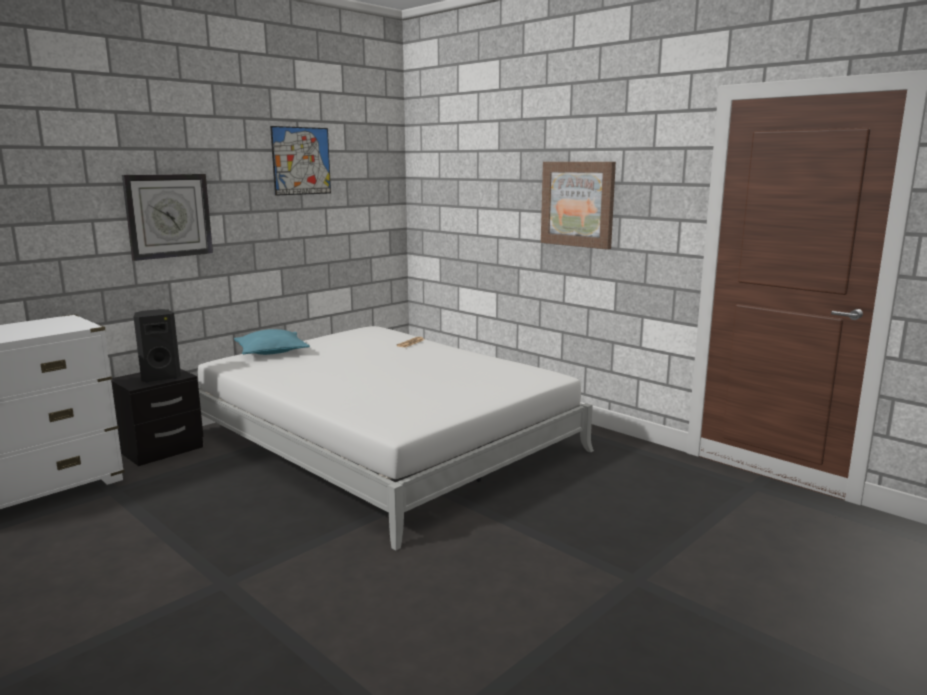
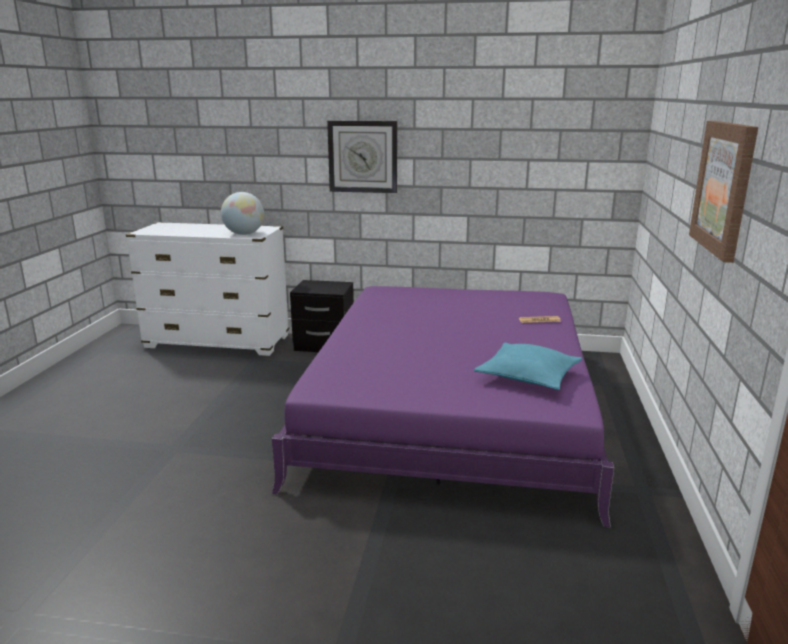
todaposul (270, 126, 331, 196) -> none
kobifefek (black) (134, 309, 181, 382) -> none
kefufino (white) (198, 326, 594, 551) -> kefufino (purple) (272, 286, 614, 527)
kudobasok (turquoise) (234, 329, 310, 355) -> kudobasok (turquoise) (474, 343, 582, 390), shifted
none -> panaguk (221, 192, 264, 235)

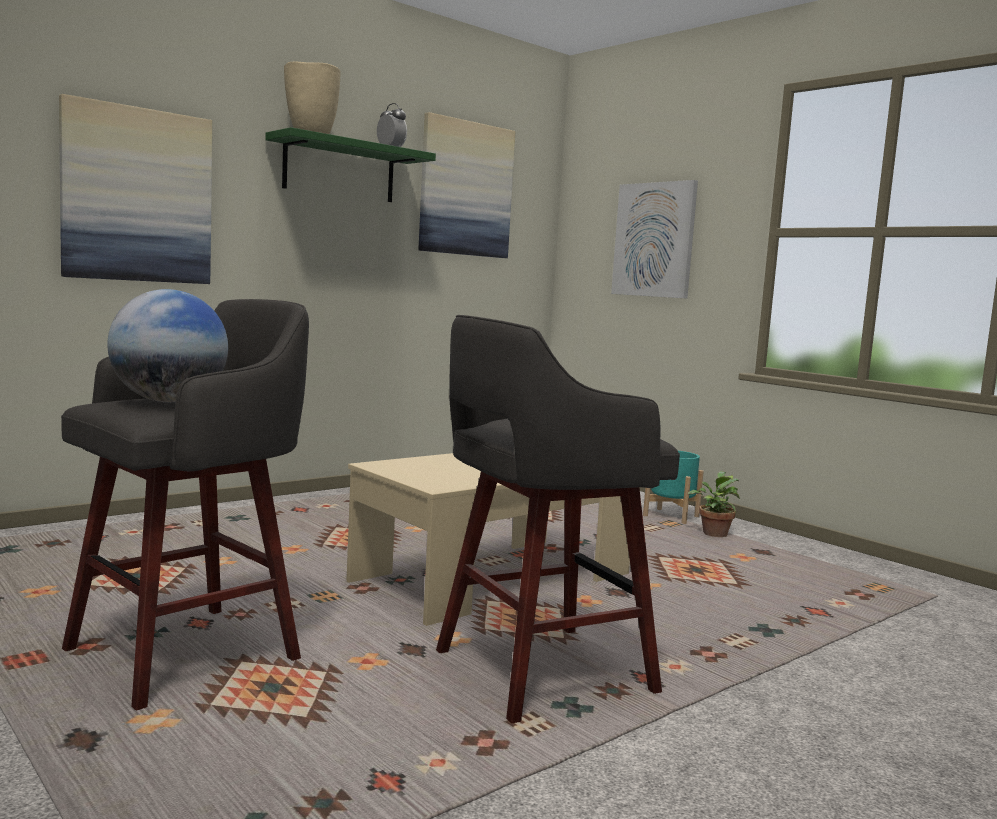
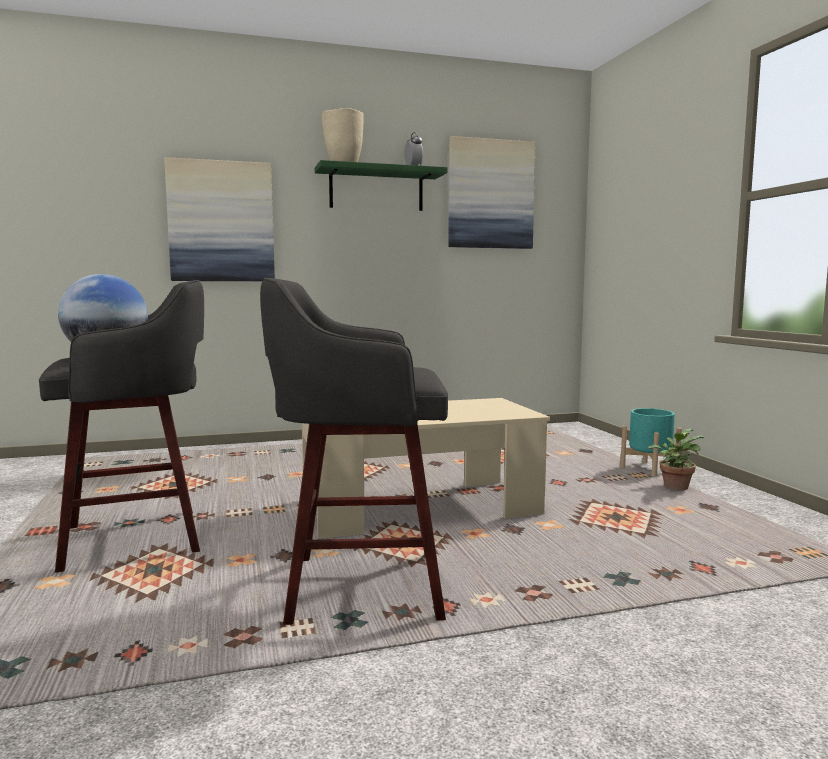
todaposul (611, 180, 698, 299) -> none

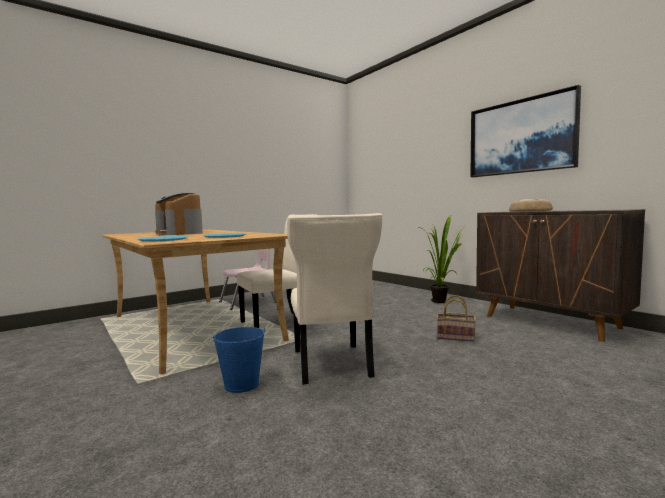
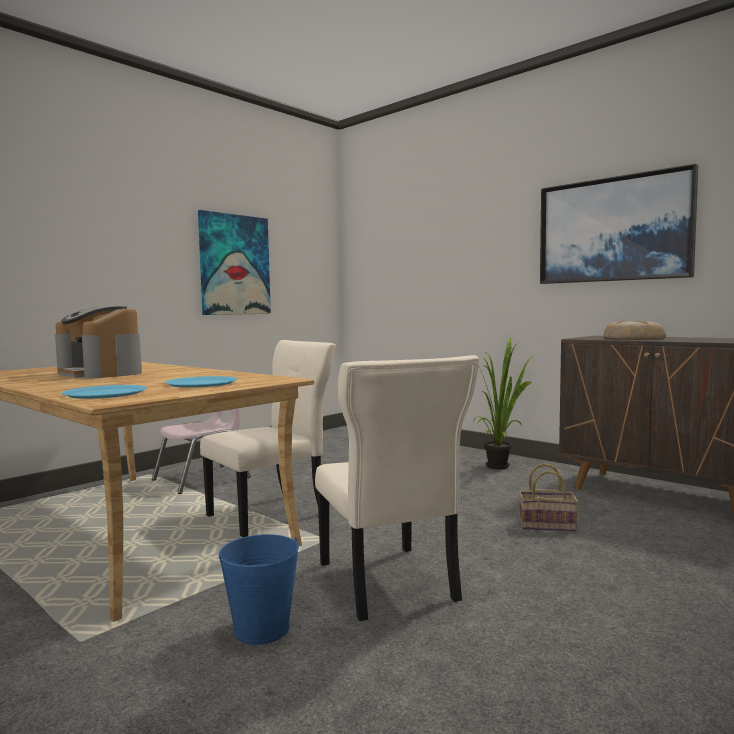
none -> todaposul (198, 210, 271, 315)

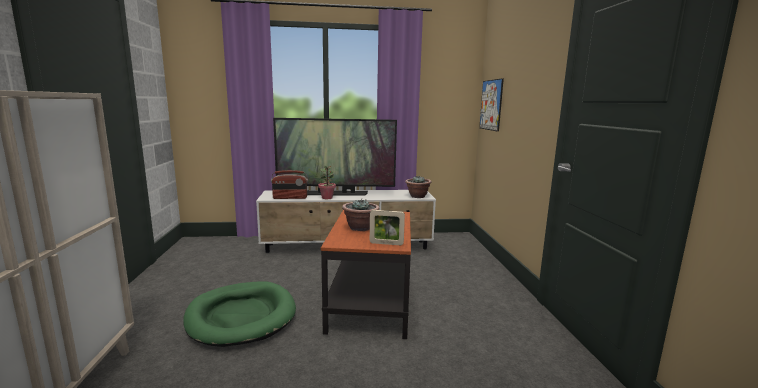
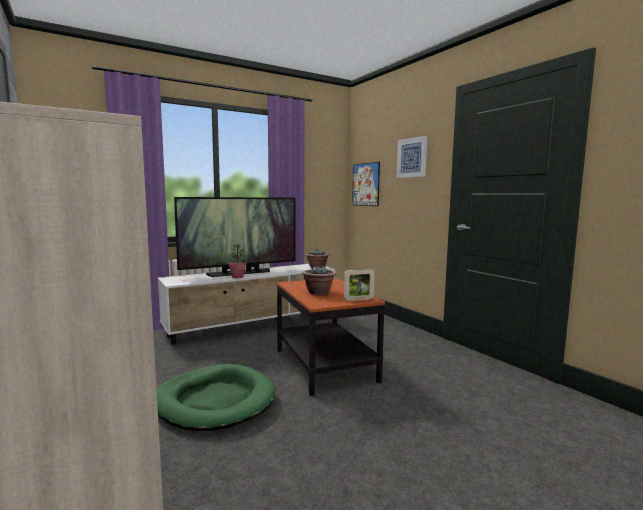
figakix (271, 170, 308, 199) -> none
none -> todaposul (397, 136, 427, 178)

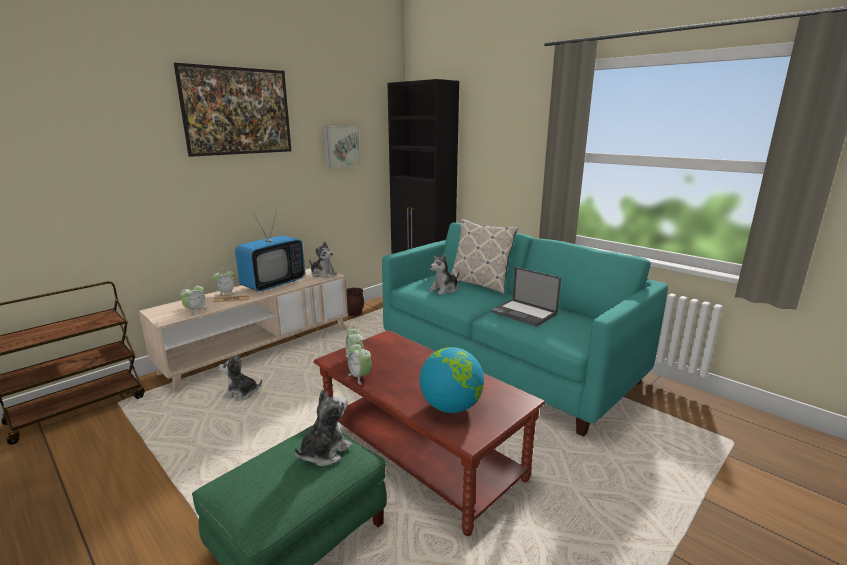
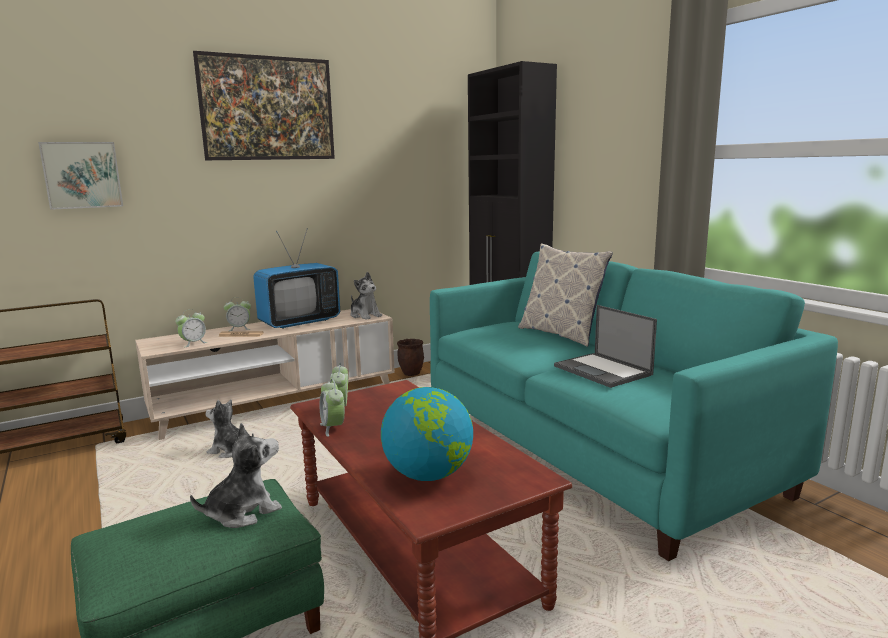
todaposul (323, 126, 361, 168) -> todaposul (38, 142, 123, 210), shifted
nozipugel (429, 253, 459, 295) -> none

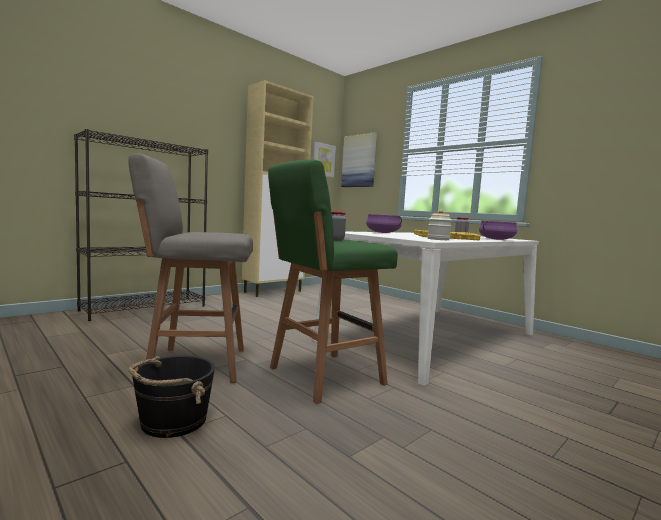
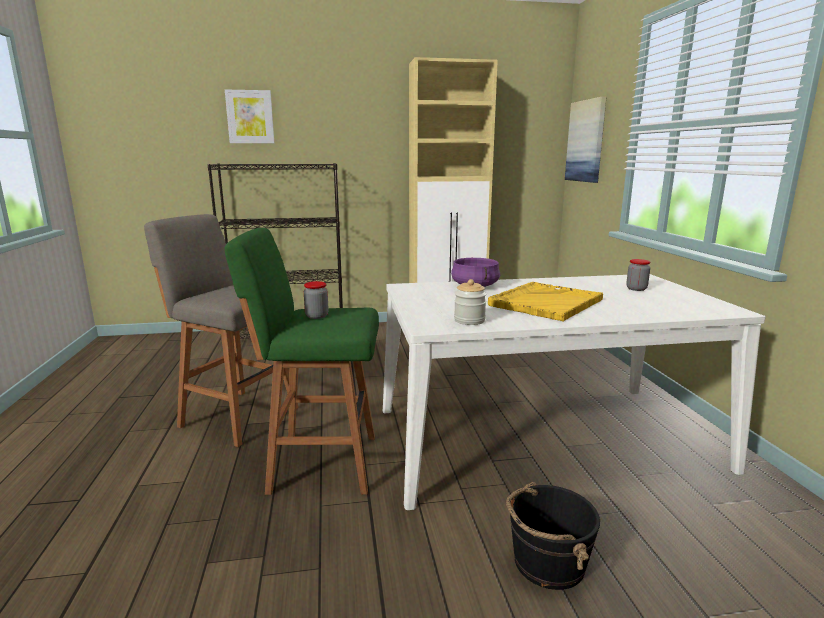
todaposul (313, 142, 336, 178) -> todaposul (225, 90, 274, 143), shifted
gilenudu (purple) (479, 221, 517, 240) -> none
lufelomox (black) (128, 355, 215, 438) -> lufelomox (black) (506, 482, 600, 590), shifted

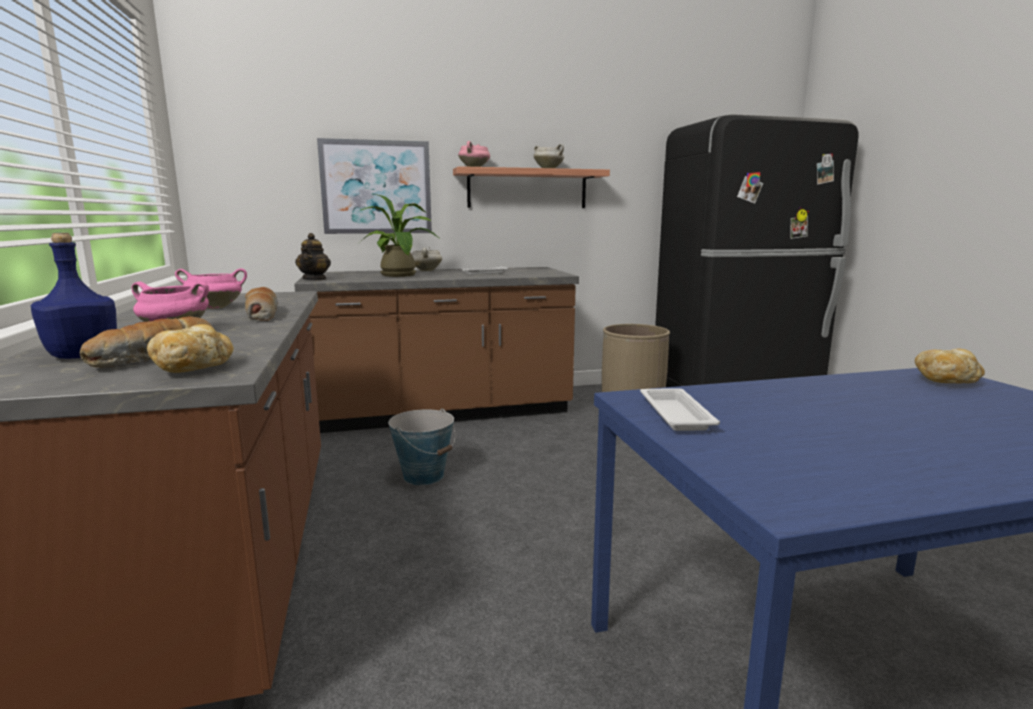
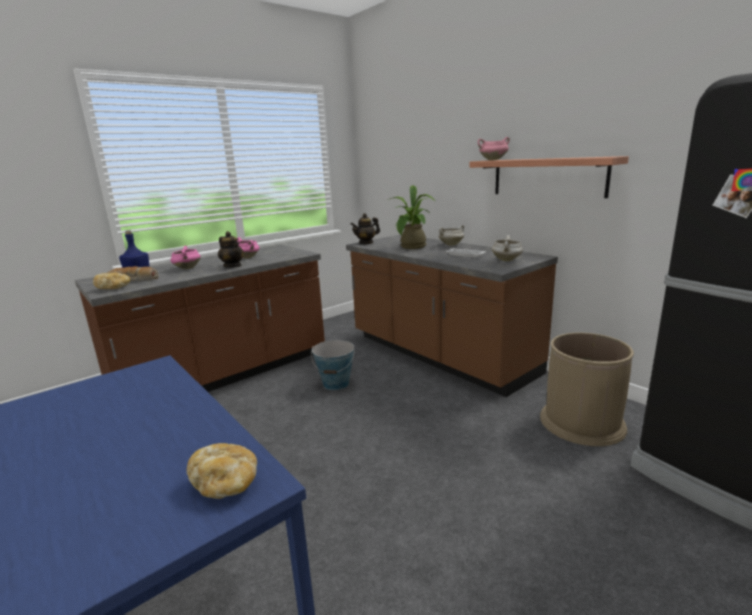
todaposul (317, 138, 432, 234) -> none
gilenudu (white) (534, 144, 564, 168) -> gilenudu (white) (492, 235, 523, 261), shifted
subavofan (245, 287, 278, 321) -> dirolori (218, 231, 244, 268)
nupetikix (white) (640, 388, 720, 431) -> none

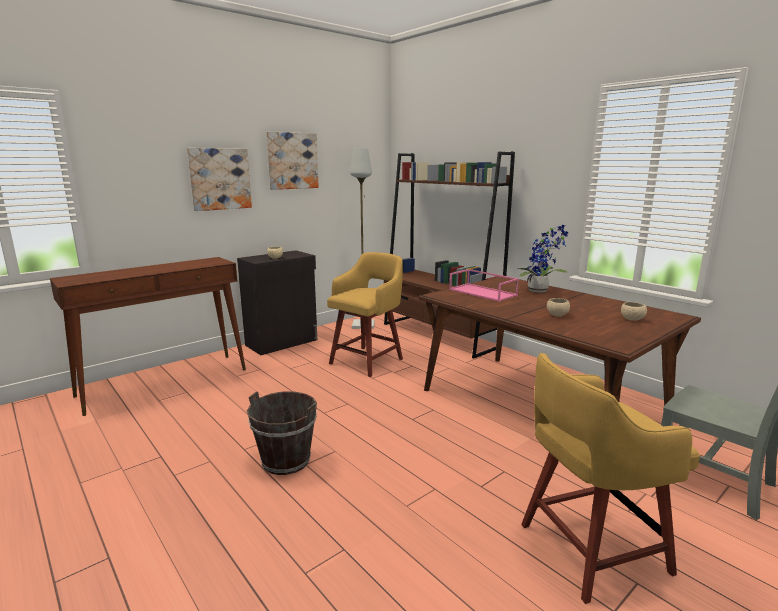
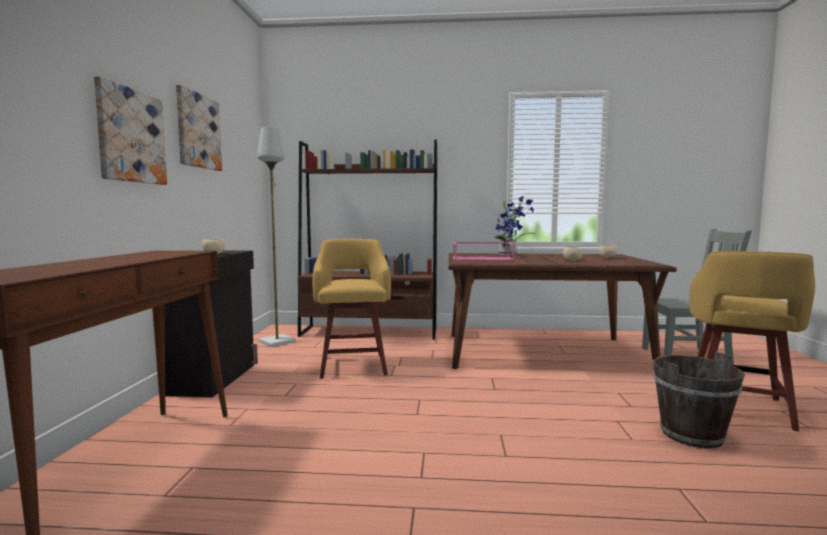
lufelomox (brown) (247, 391, 317, 475) -> lufelomox (brown) (653, 352, 745, 448), shifted

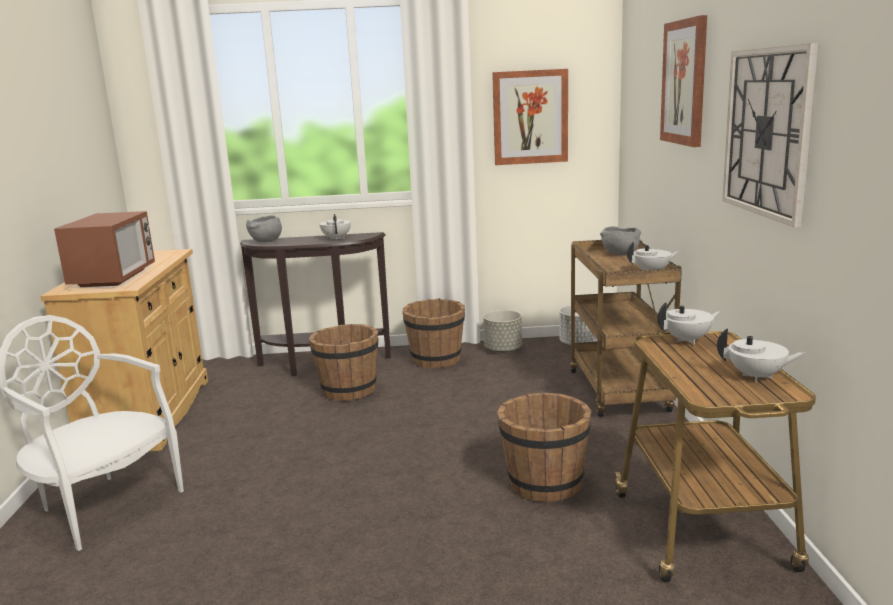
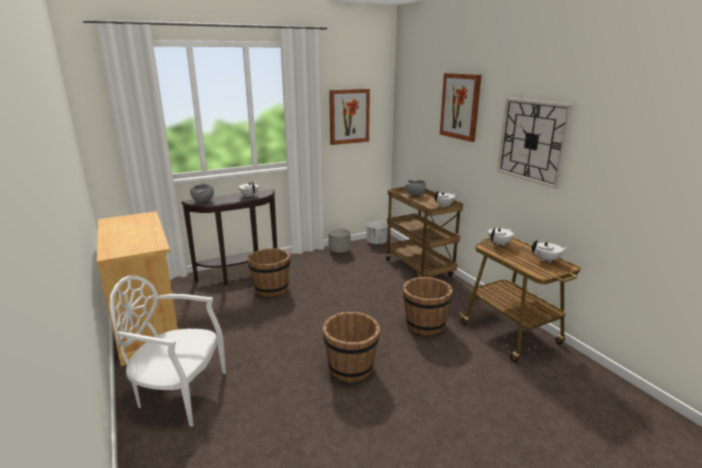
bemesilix (54, 211, 155, 287) -> none
lufelomox (brown) (402, 298, 465, 368) -> lufelomox (brown) (323, 312, 380, 382), shifted

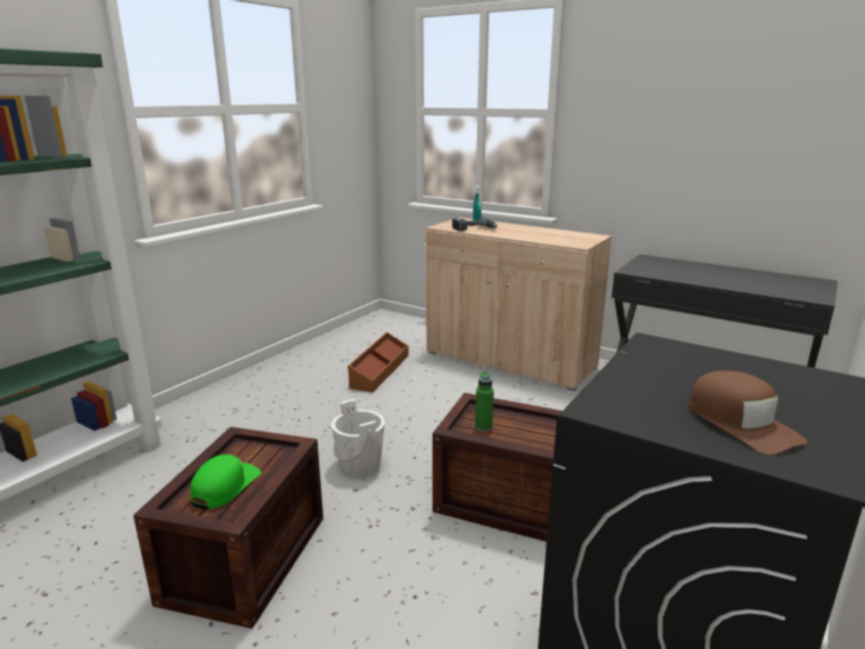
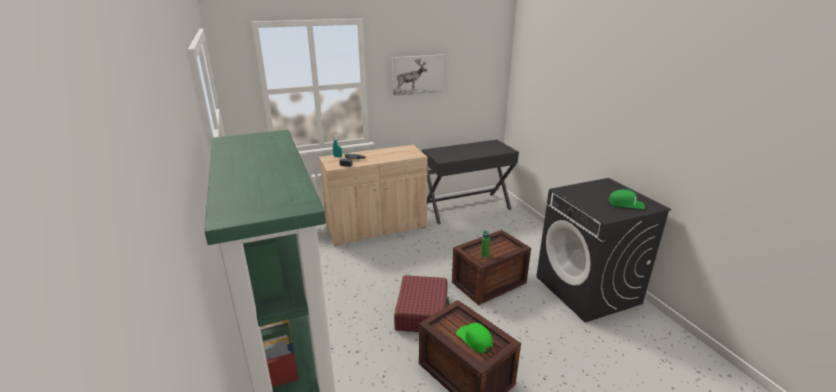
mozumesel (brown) (348, 332, 409, 393) -> none
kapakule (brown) (688, 371, 807, 455) -> kapakule (green) (608, 189, 645, 209)
lufelomox (white) (331, 399, 385, 477) -> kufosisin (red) (394, 275, 450, 332)
none -> todaposul (392, 54, 444, 96)

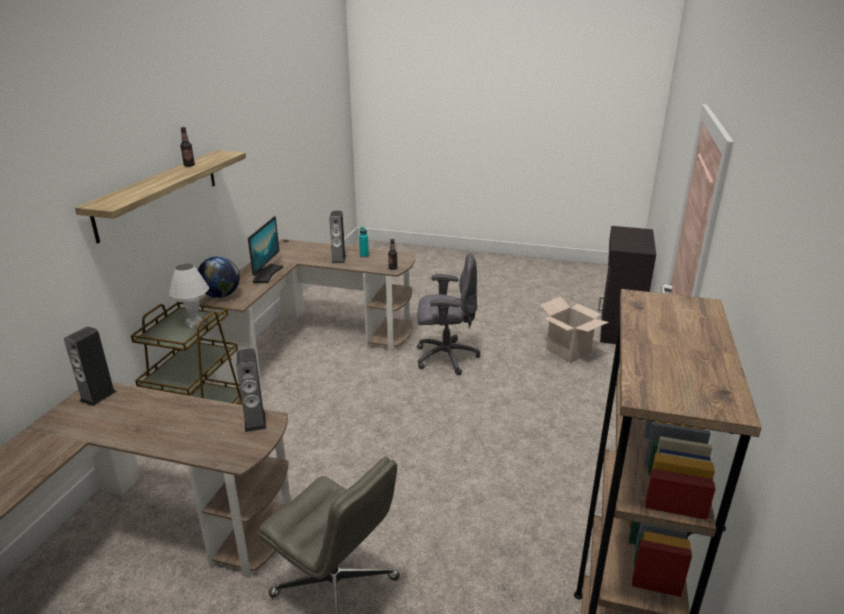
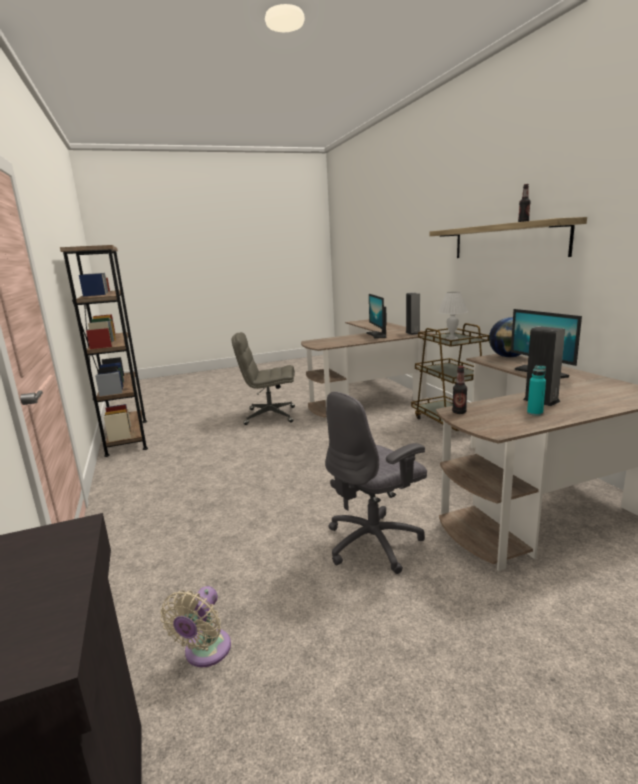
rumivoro (540, 297, 609, 363) -> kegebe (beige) (161, 586, 231, 667)
kobifefek (236, 348, 266, 432) -> none
none -> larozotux (366, 294, 386, 339)

